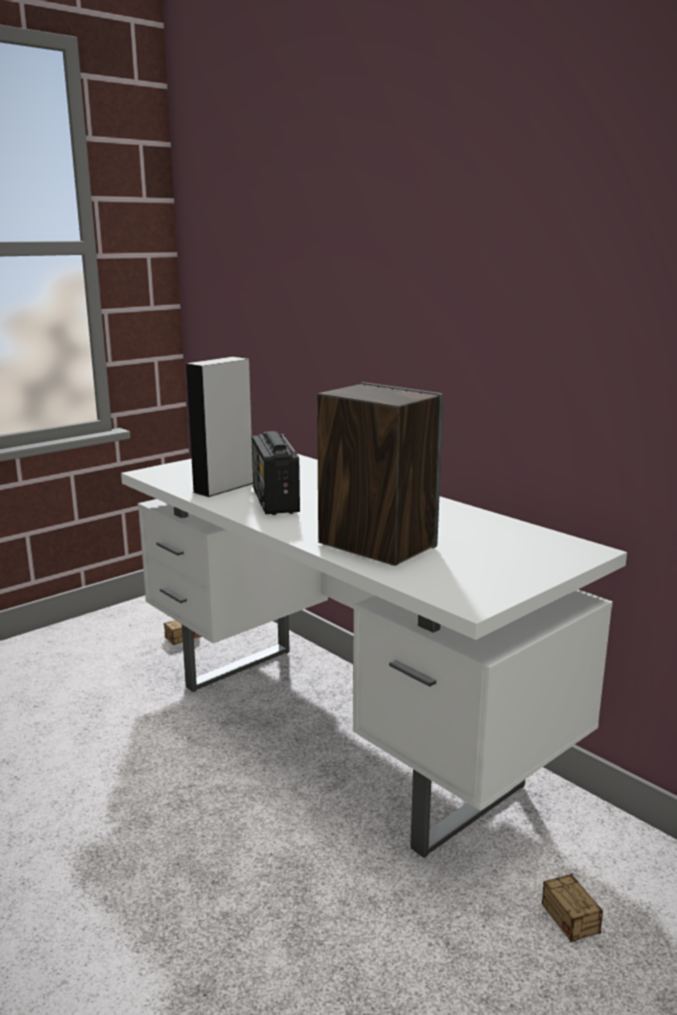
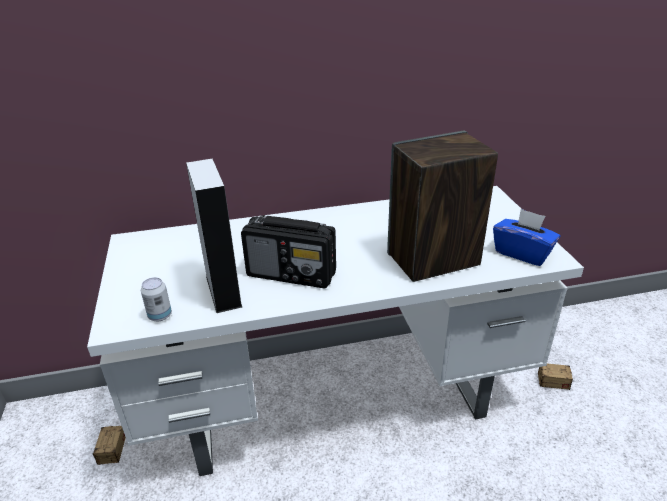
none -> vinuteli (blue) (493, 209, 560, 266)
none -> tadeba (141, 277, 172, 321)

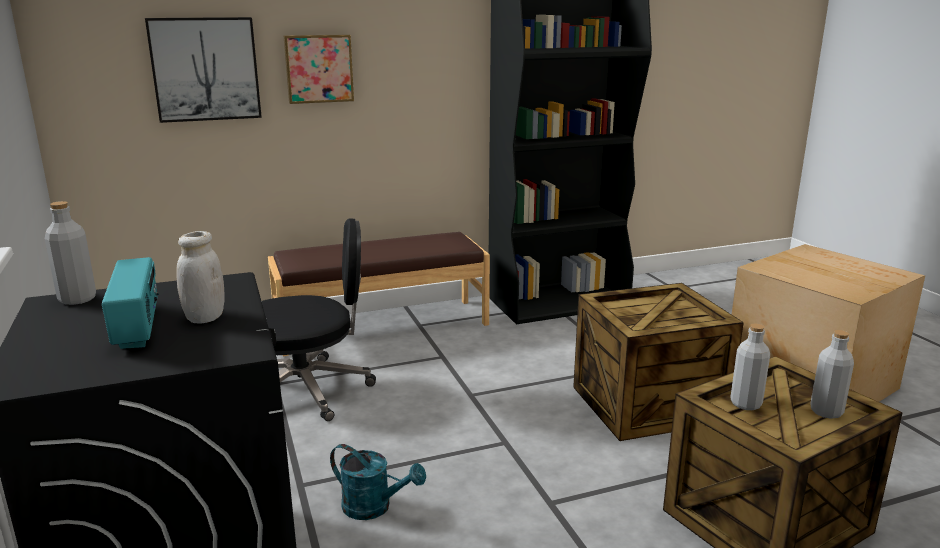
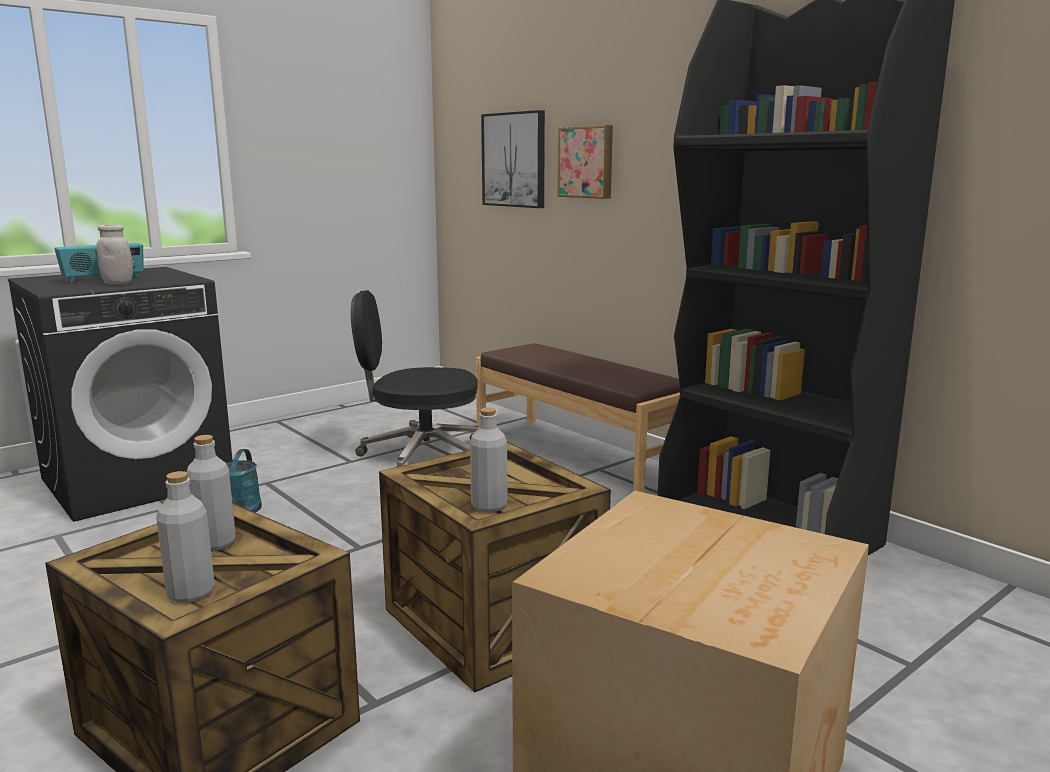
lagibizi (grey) (45, 201, 96, 305) -> lagibizi (grey) (470, 407, 507, 513), shifted
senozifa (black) (262, 218, 376, 421) -> senozifa (black) (351, 290, 480, 467), 120 degrees clockwise

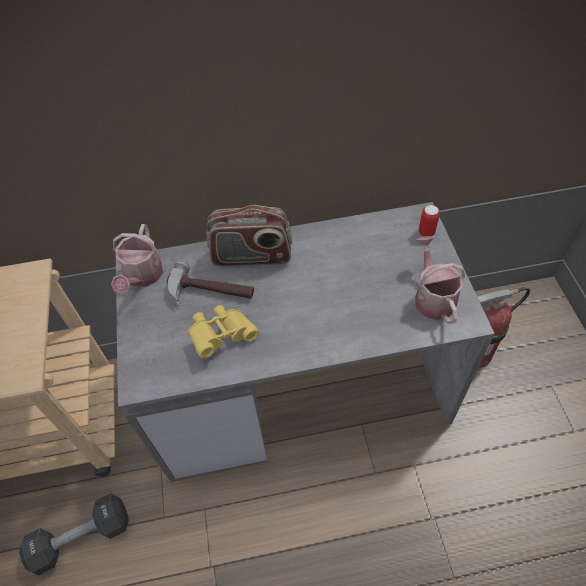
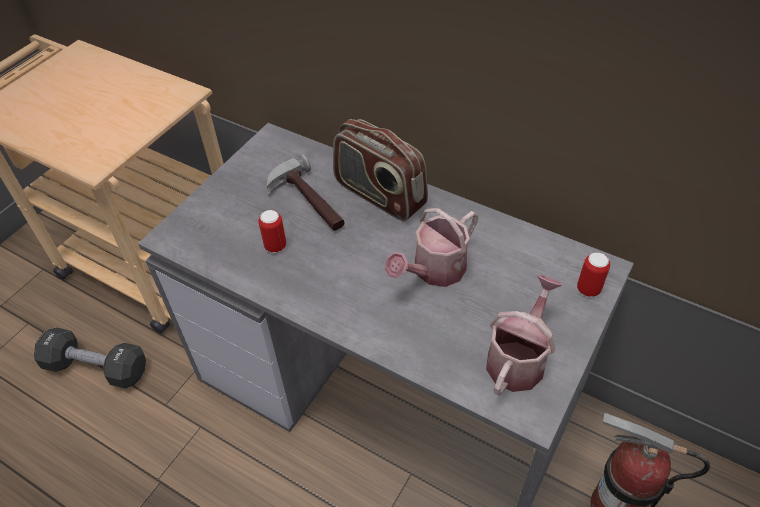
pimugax (111, 224, 163, 295) -> pimugax (385, 208, 478, 287), shifted
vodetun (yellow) (187, 305, 259, 358) -> tadeba (259, 210, 286, 253)

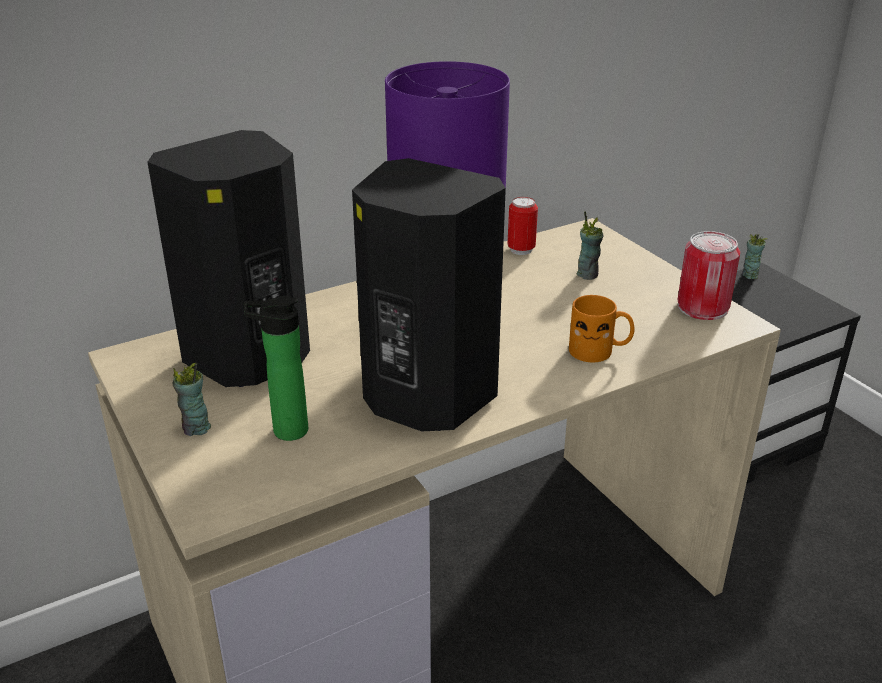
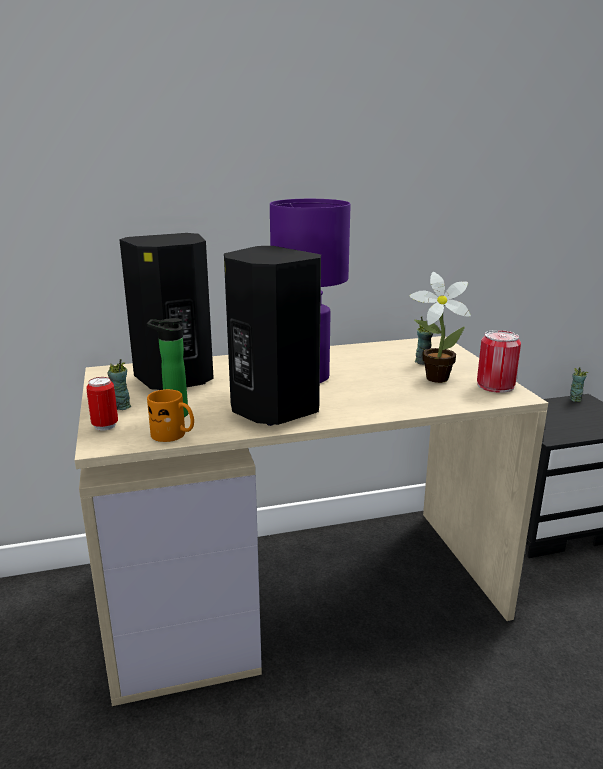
tadeba (508, 197, 538, 255) -> tadeba (86, 377, 118, 431), shifted
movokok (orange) (569, 295, 635, 362) -> movokok (orange) (147, 389, 194, 442), shifted
none -> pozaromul (409, 272, 471, 383)

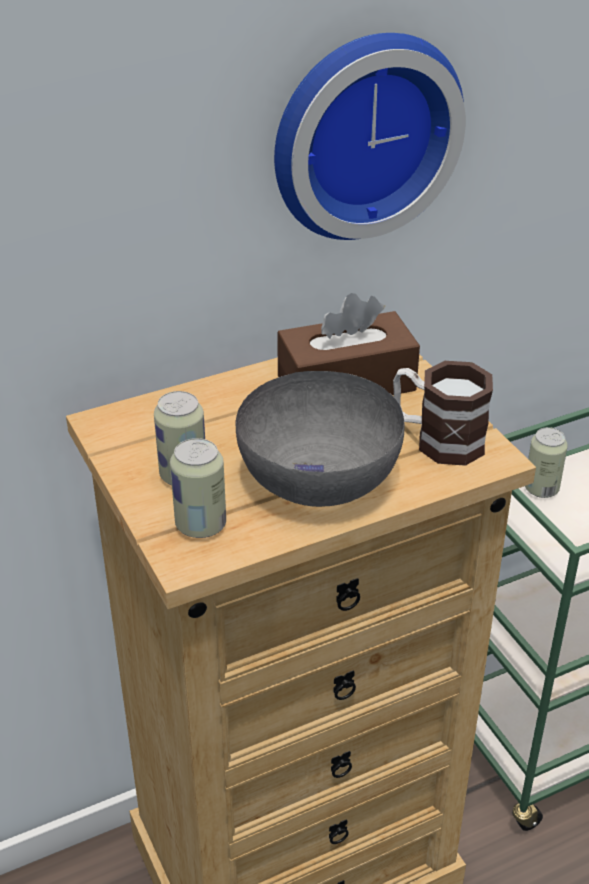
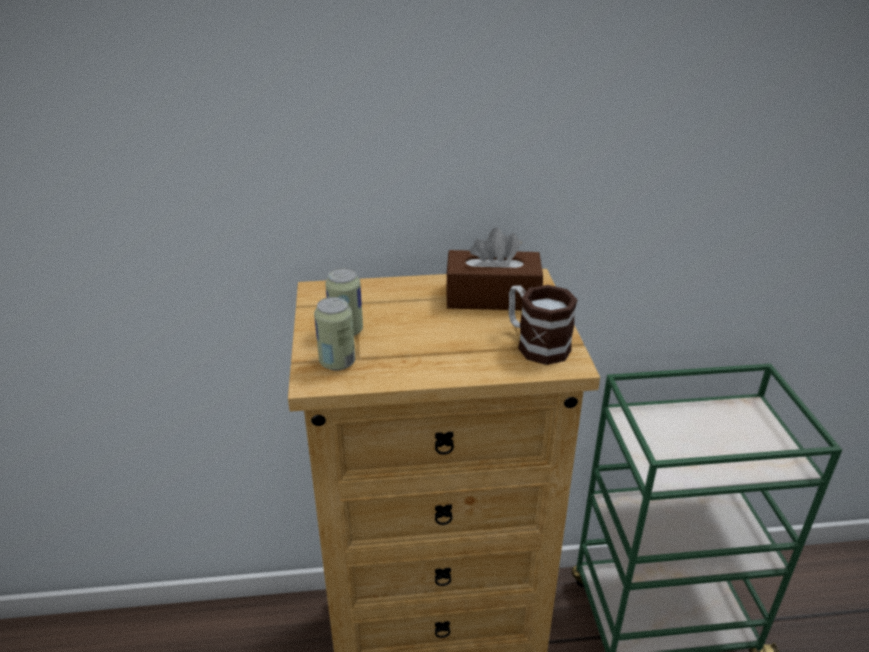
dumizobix (274, 33, 466, 240) -> none
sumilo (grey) (236, 371, 404, 507) -> none
tadeba (525, 427, 568, 498) -> none

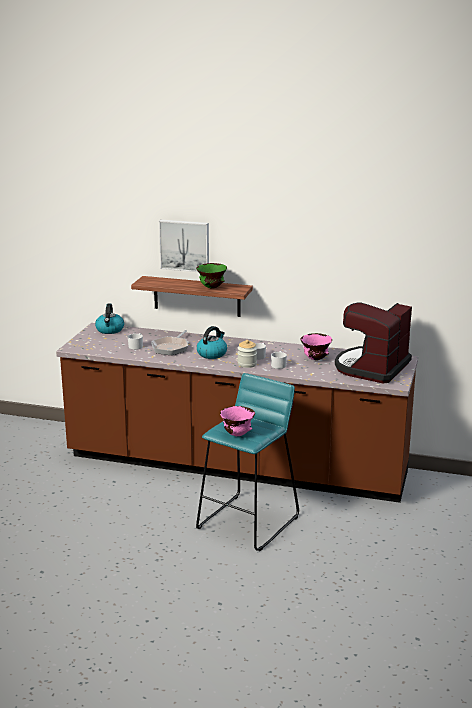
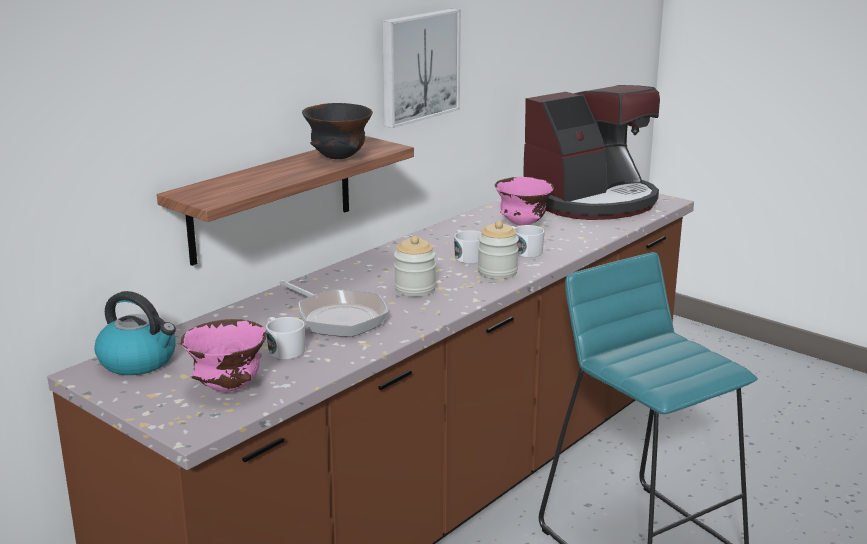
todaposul (159, 220, 209, 272) -> todaposul (382, 9, 461, 128), shifted
sumilo (green) (196, 263, 227, 289) -> sumilo (black) (302, 103, 373, 159)
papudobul (335, 302, 412, 384) -> papudobul (523, 85, 660, 220), 90 degrees counterclockwise
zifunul (197, 326, 227, 359) -> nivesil (394, 236, 436, 297)
sumilo (pink) (220, 406, 255, 436) -> sumilo (pink) (181, 319, 267, 392), shifted

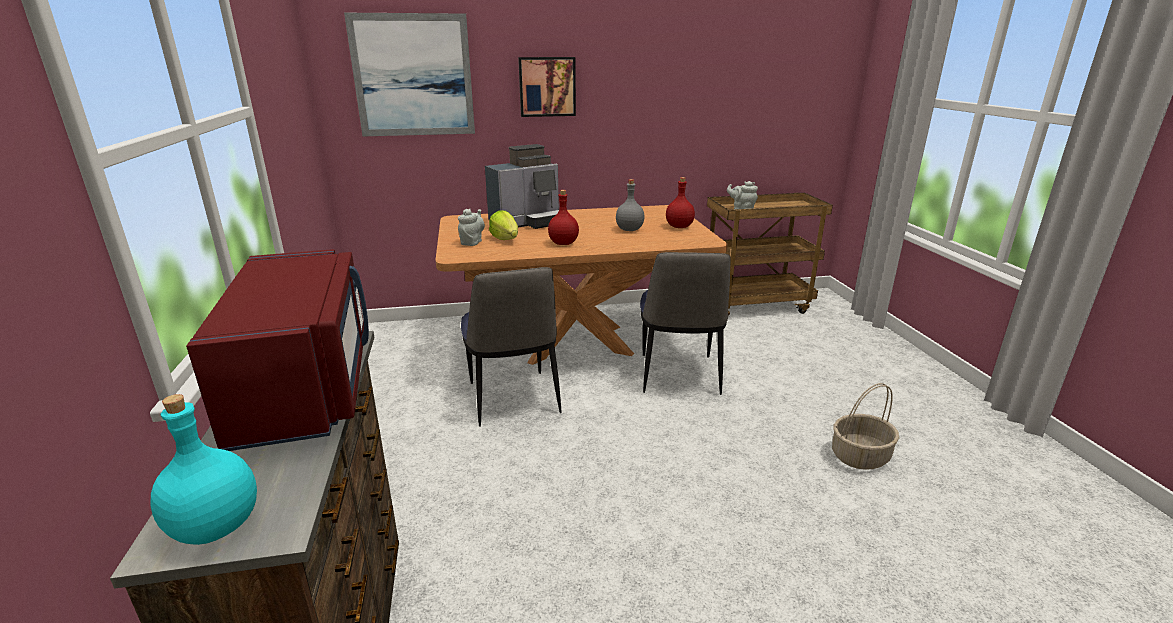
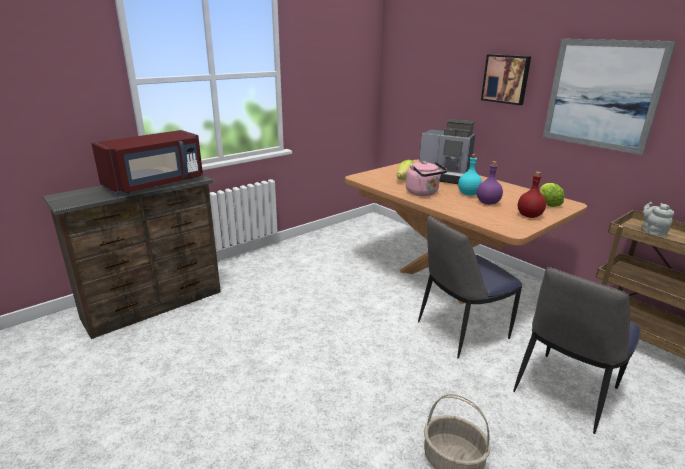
todaposul (344, 13, 475, 136) -> todaposul (543, 39, 676, 155), shifted
lagibizi (grey) (616, 179, 645, 231) -> lagibizi (purple) (477, 161, 503, 205)
lagibizi (red) (548, 190, 579, 245) -> zifunul (pink) (406, 161, 447, 196)
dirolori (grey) (458, 208, 485, 246) -> none
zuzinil (461, 267, 562, 427) -> zuzinil (513, 267, 641, 434), shifted
lagibizi (turquoise) (151, 394, 257, 545) -> lagibizi (turquoise) (458, 154, 482, 196), shifted
none -> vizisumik (540, 183, 565, 207)

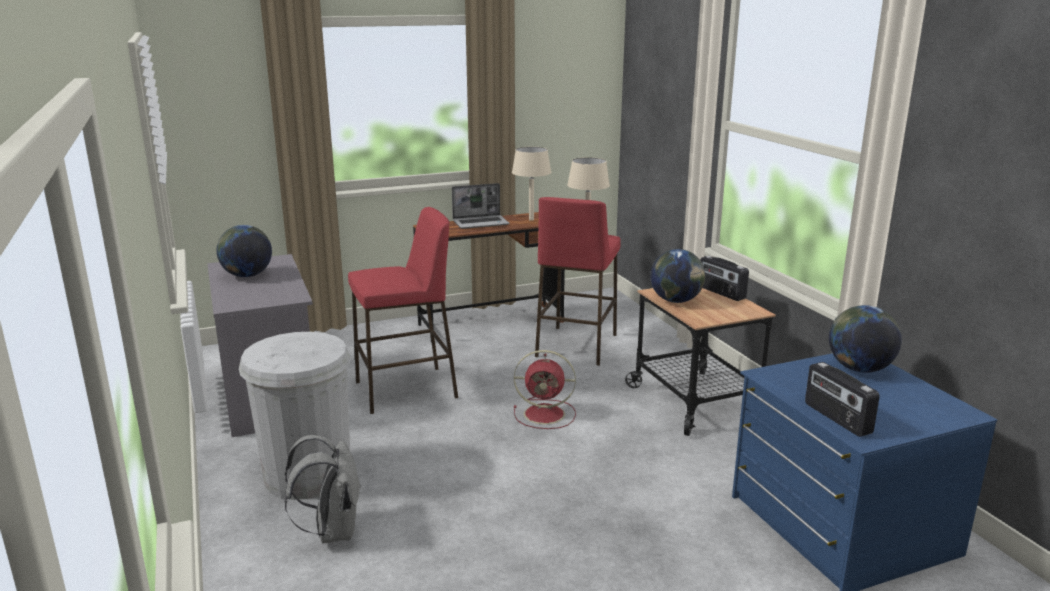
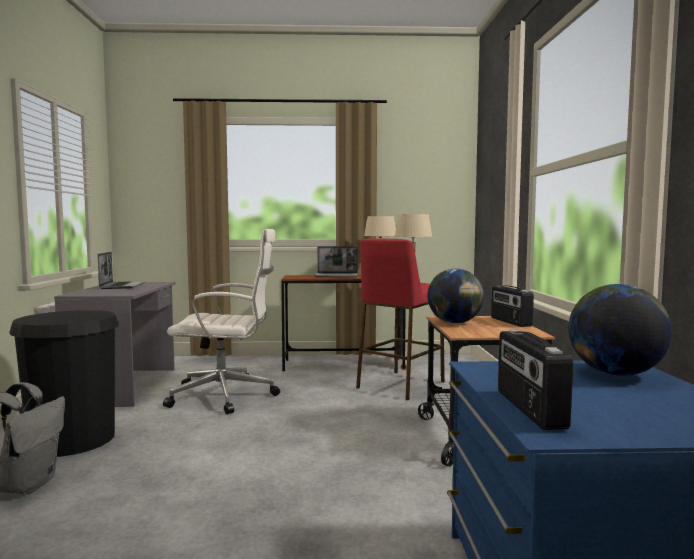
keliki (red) (348, 207, 458, 414) -> senozifa (white) (163, 229, 280, 414)
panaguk (217, 225, 272, 277) -> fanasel (98, 252, 145, 289)
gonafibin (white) (239, 332, 351, 500) -> gonafibin (black) (9, 310, 119, 457)
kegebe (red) (514, 350, 576, 429) -> none

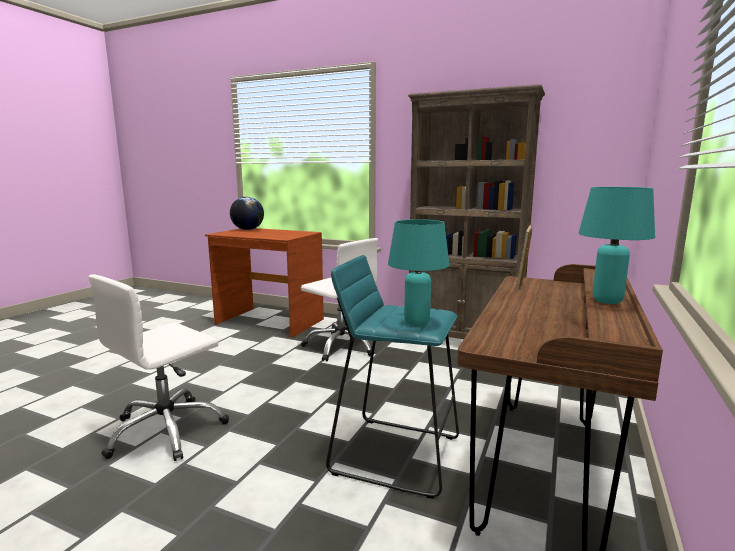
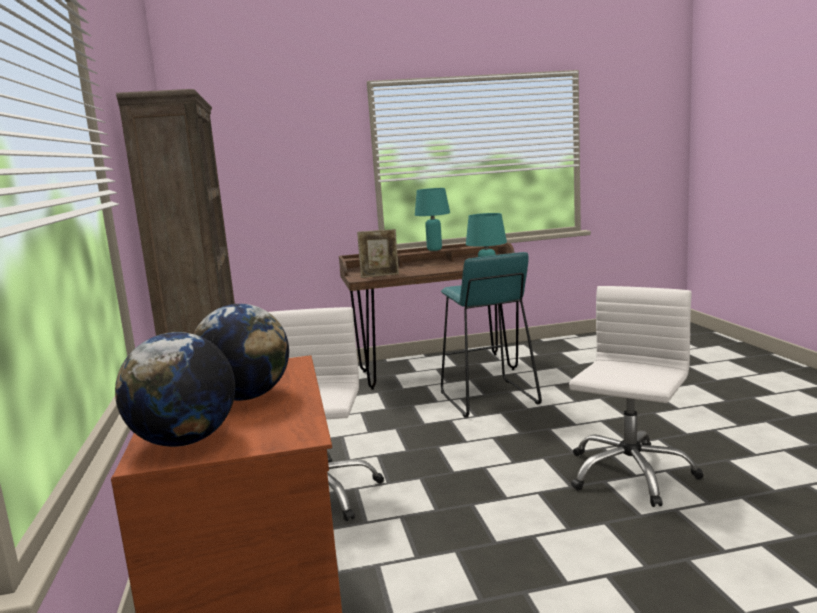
senozifa (white) (88, 274, 229, 461) -> senozifa (white) (569, 286, 703, 507), 60 degrees counterclockwise
none -> panaguk (194, 304, 289, 401)

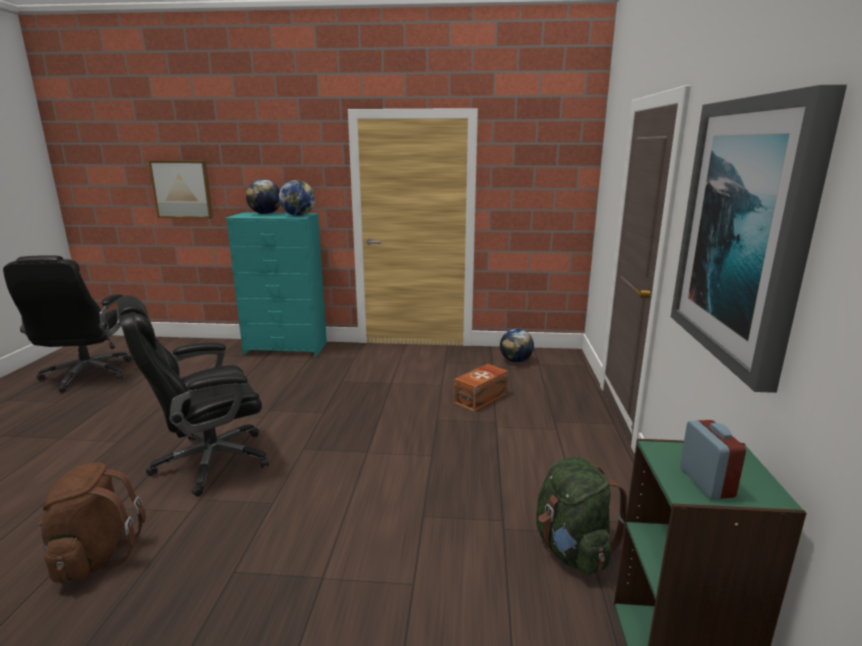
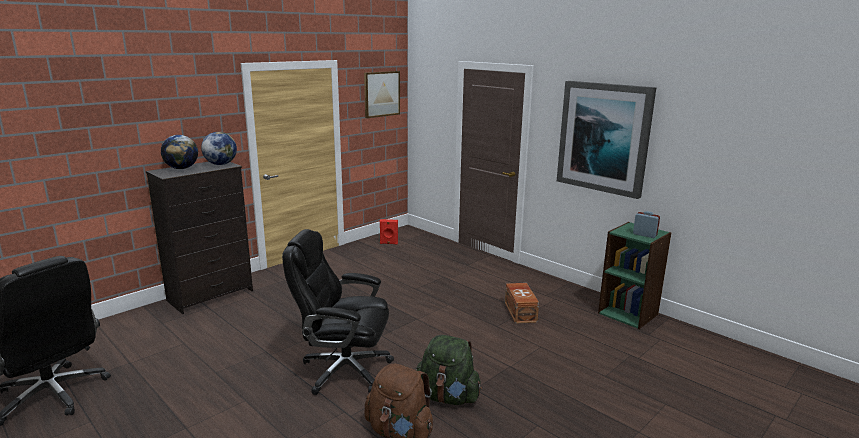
todaposul (149, 161, 213, 219) -> todaposul (364, 71, 400, 118), shifted
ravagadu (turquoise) (225, 212, 327, 357) -> ravagadu (black) (146, 162, 253, 314)
senozifa (black) (117, 295, 269, 497) -> senozifa (black) (282, 229, 394, 395), 90 degrees clockwise
panaguk (500, 329, 534, 363) -> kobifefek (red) (379, 219, 398, 245)
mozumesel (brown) (454, 364, 508, 412) -> mozumesel (brown) (505, 283, 539, 324), shifted
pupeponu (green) (536, 457, 627, 575) -> pupeponu (green) (416, 335, 482, 405), shifted

